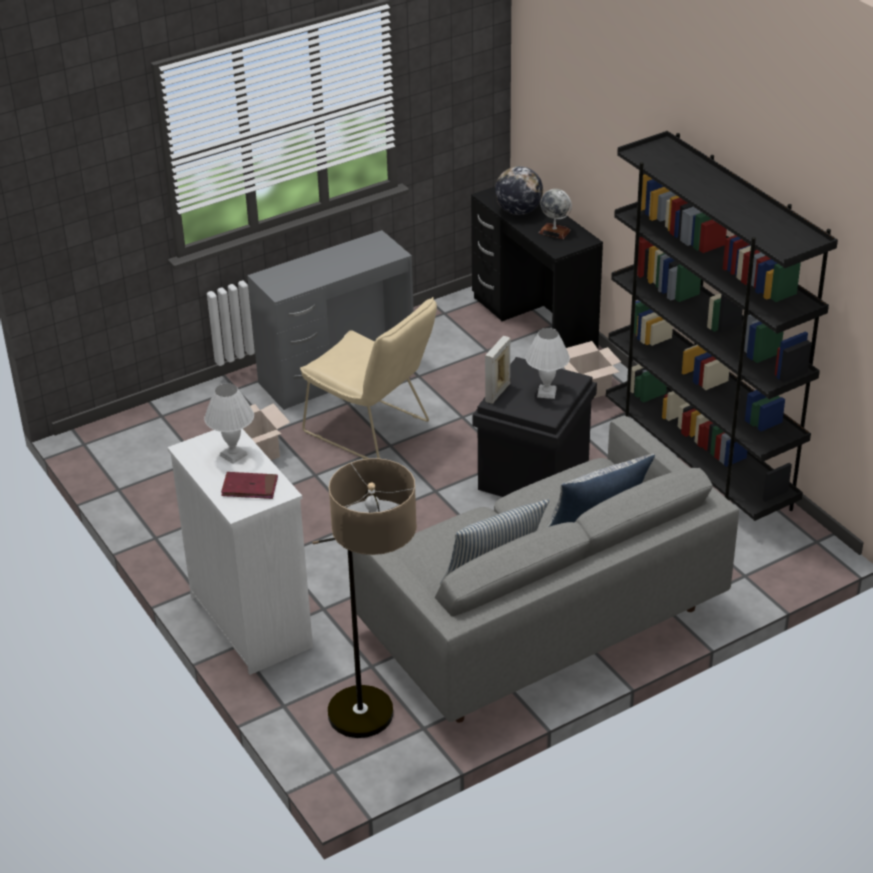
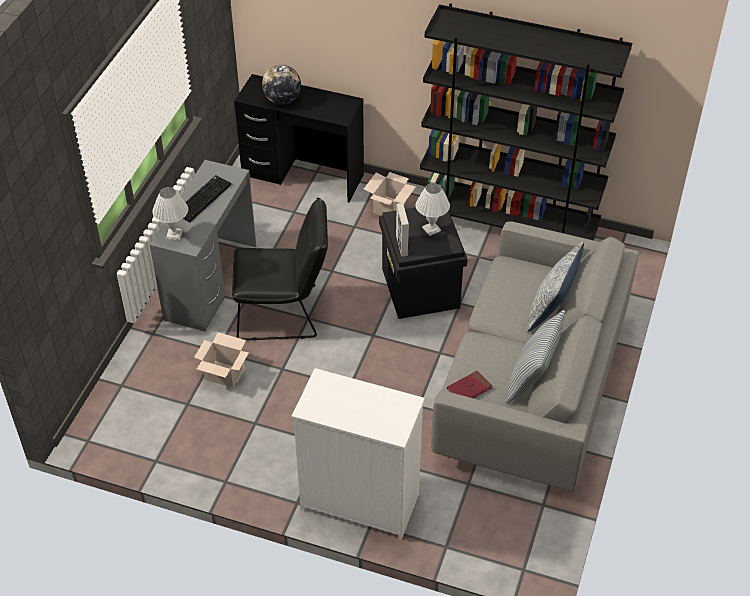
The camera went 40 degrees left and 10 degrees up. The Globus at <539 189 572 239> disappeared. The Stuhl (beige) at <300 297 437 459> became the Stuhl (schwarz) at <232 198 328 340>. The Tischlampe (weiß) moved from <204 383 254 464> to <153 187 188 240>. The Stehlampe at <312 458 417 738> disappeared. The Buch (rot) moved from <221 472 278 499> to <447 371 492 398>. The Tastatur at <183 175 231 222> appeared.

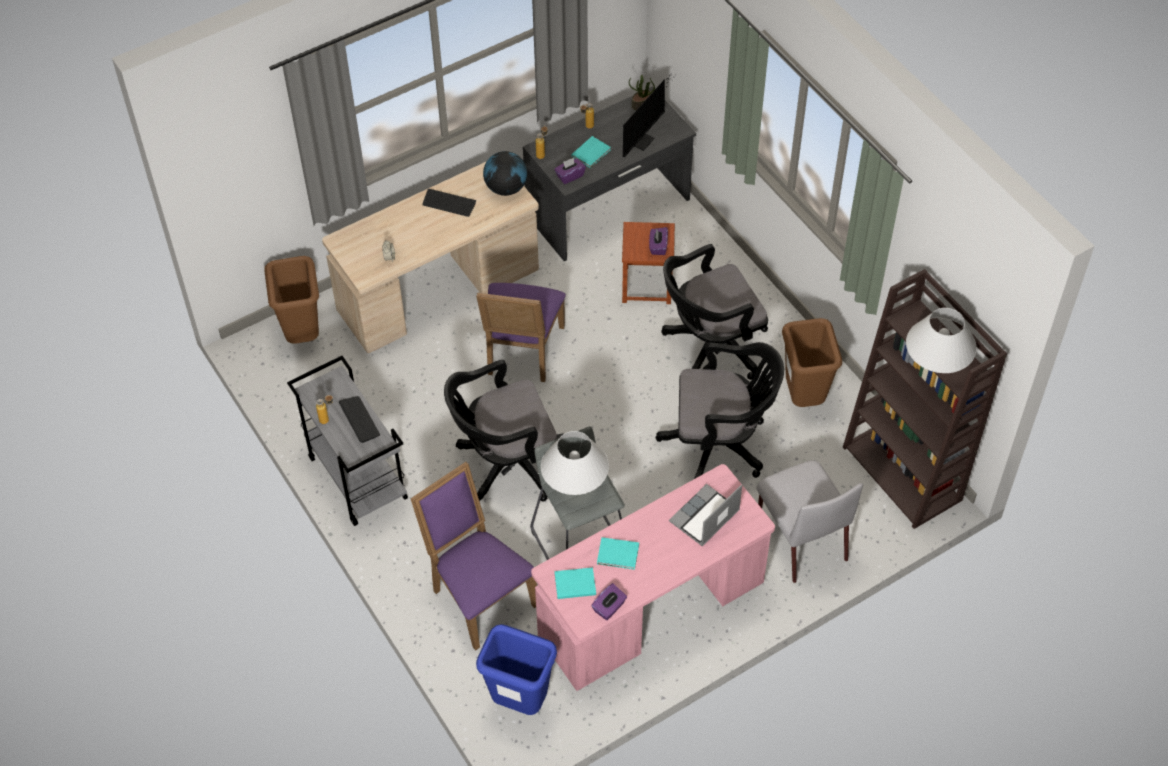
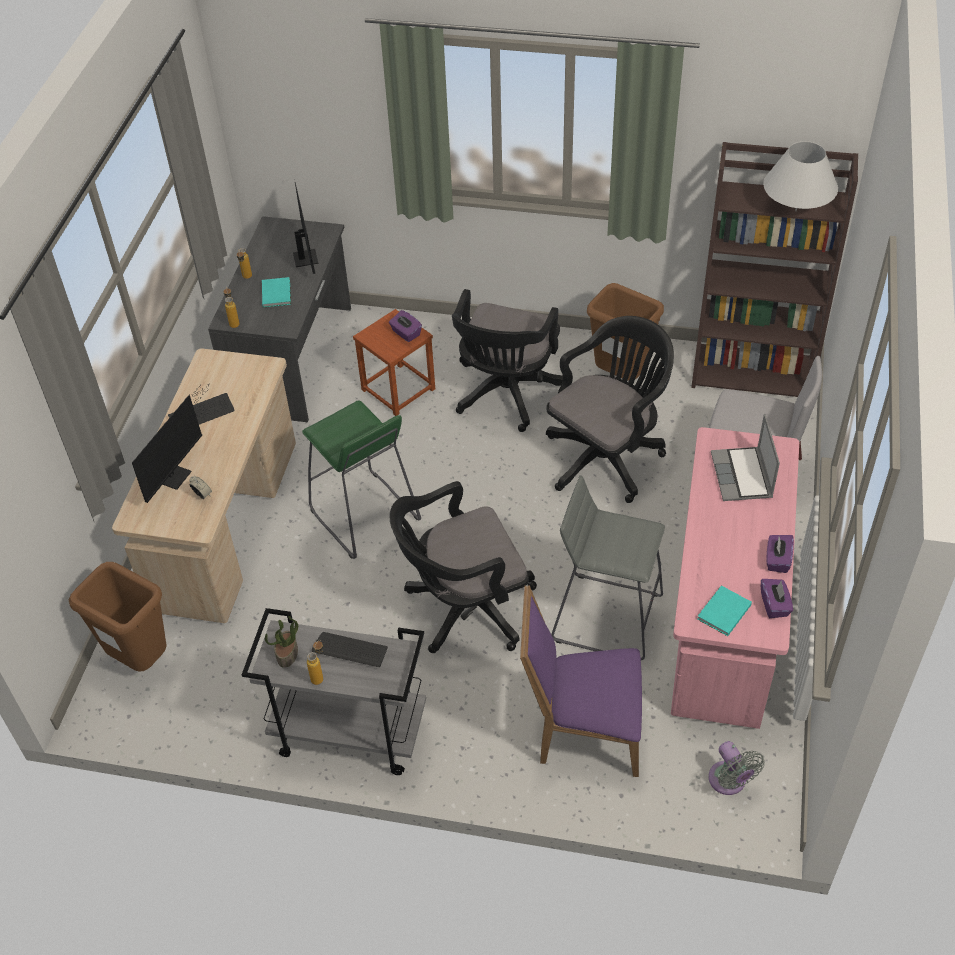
The camera went 45 degrees left and 5 degrees down. The Topfpflanze moved from <629 74 655 110> to <265 616 298 668>. The Globus at <483 151 527 196> disappeared. The Taschentuchbox (lila) moved from <554 158 586 184> to <766 535 794 573>. The Stuhl (lila) at <476 283 566 382> was replaced by the Hocker (grün) at <302 401 421 559>. The Bürostuhl (schwarz) at <444 360 563 502> turned 45 degrees clockwise. The Tischlampe (weiß) at <541 431 609 495> disappeared. The Buch (türkis) at <597 537 639 570> disappeared. The Mülleimer (blau) at <476 624 557 715> was replaced by the Ventilator (grau) at <708 741 764 795>. The Monitor at <132 384 210 503> appeared.

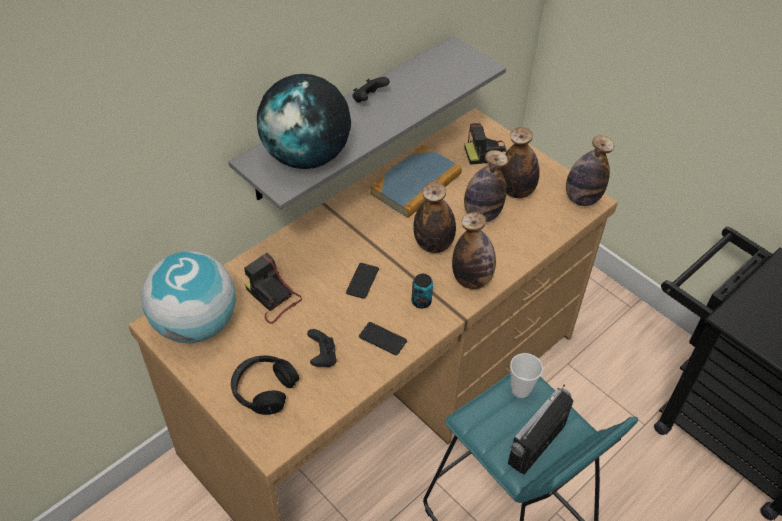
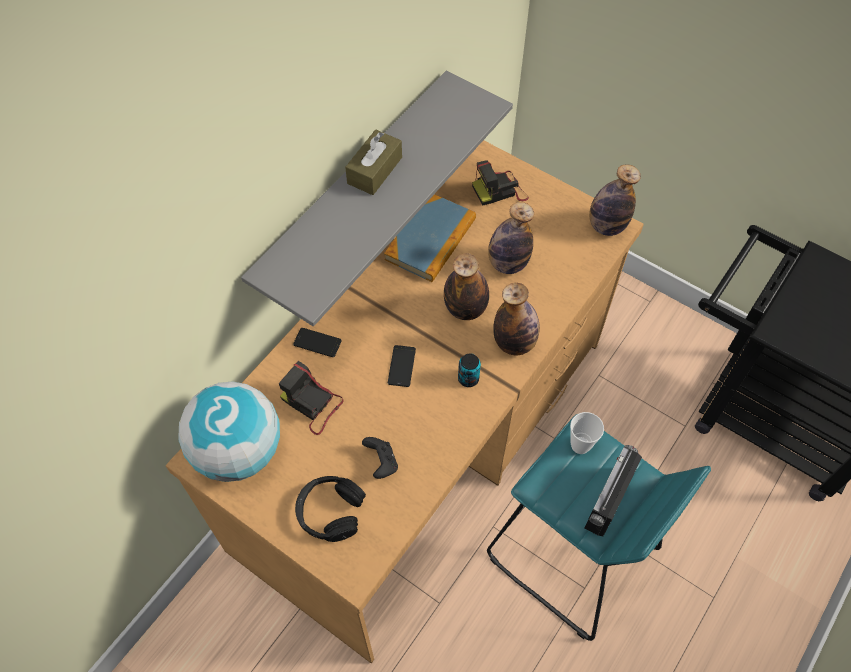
The camera went 10 degrees left and 10 degrees up. The Globus at <257 74 351 169> disappeared. The Gamepad (schwarz) at <352 77 390 103> was replaced by the Taschentuchbox (braun) at <345 130 402 195>. The Flasche at <500 127 540 198> disappeared. The Handy moved from <359 322 407 355> to <293 328 342 357>.

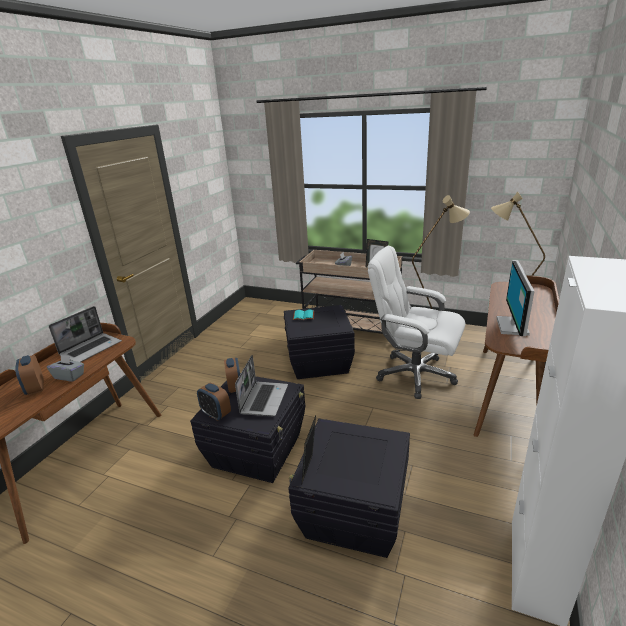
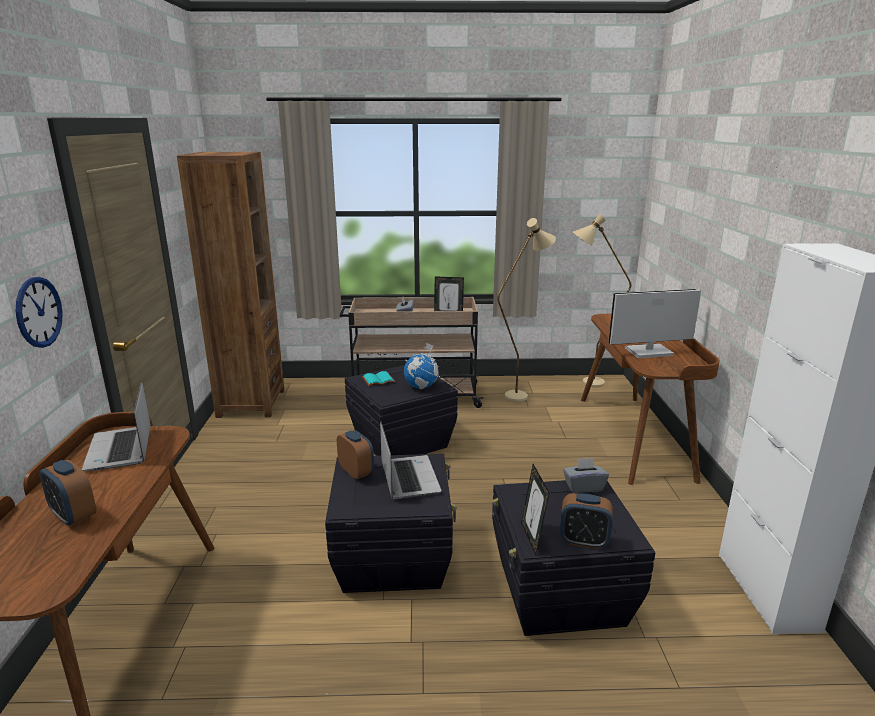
The camera went 25 degrees left and 5 degrees down. The Bürostuhl (weiß) at <367 246 465 399> disappeared. The Monitor at <496 260 535 336> turned 90 degrees clockwise. The Laptop at <49 306 122 362> turned 150 degrees clockwise. The Taschentuchbox (grau) moved from <47 355 84 382> to <563 458 609 493>. The Wecker moved from <197 383 231 421> to <560 493 613 549>. The Bücherregal (braun) at <177 152 284 418> appeared. The Wanduhr at <16 277 63 348> appeared. The Globus at <404 343 440 389> appeared.

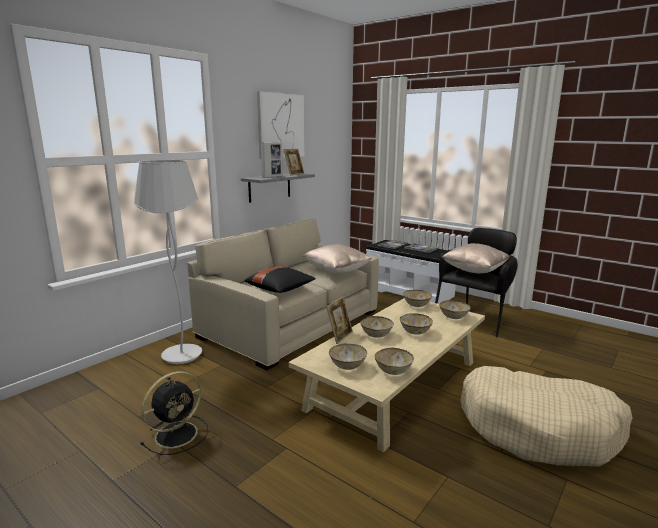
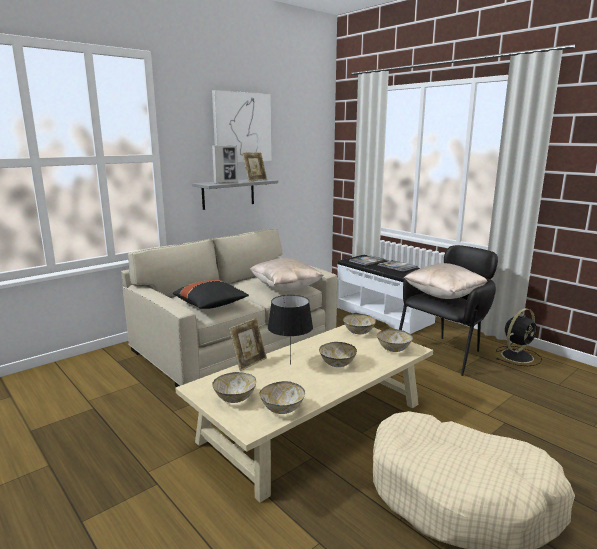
The camera went 10 degrees right and 0 degrees up. The Stehlampe (weiß) at <133 160 202 364> disappeared. The Schüssel at <360 316 394 338> was replaced by the Tischlampe (schwarz) at <268 295 313 364>. The Ventilator (schwarz) moved from <141 371 208 455> to <496 308 542 366>.

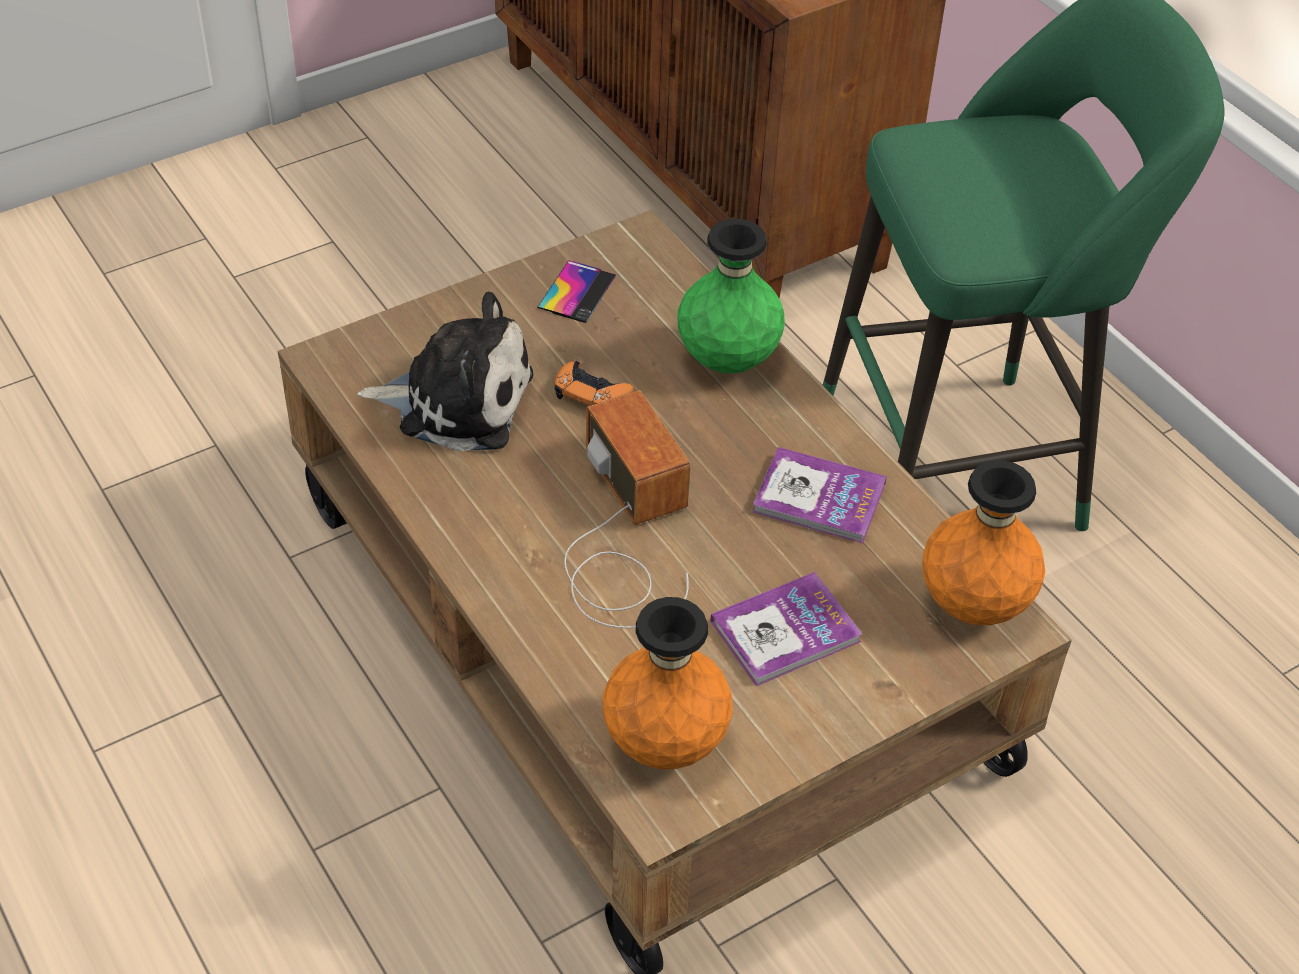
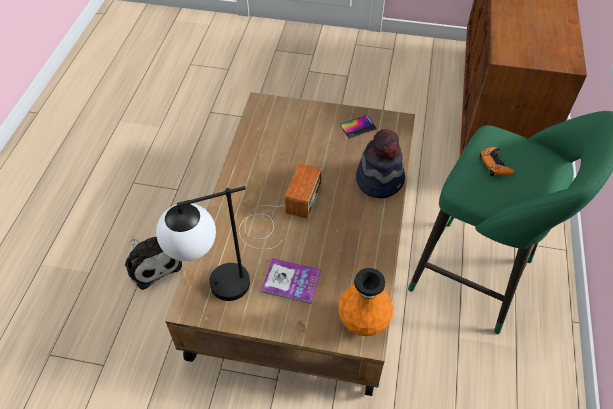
The camera went 45 degrees right and 5 degrees up. The Vase (grün) at <677 219 785 373> was replaced by the Hut at <356 129 405 198>. The Plüschtier moved from <358 292 534 451> to <125 237 182 290>. The Gamepad (orange) moved from <554 361 633 406> to <479 147 514 176>. The Buch at <752 447 887 543> disappeared. The Vase (orange) at <603 597 733 769> was replaced by the Tischlampe at <156 186 250 301>.

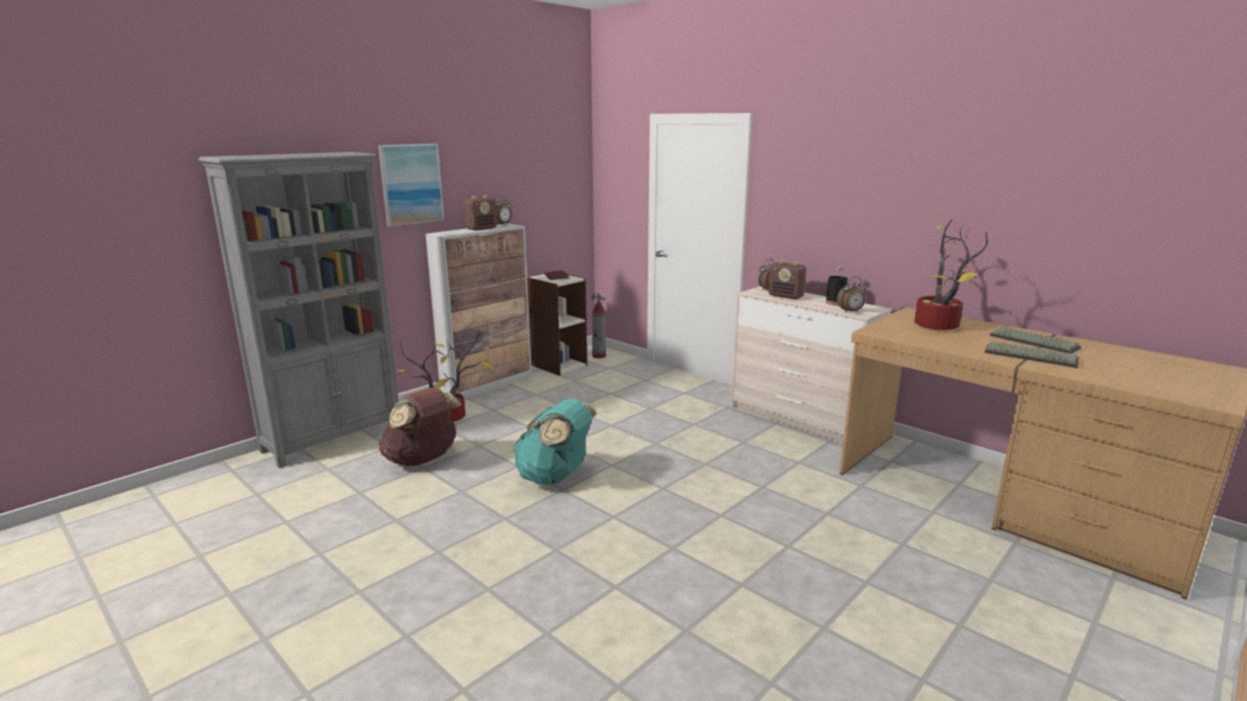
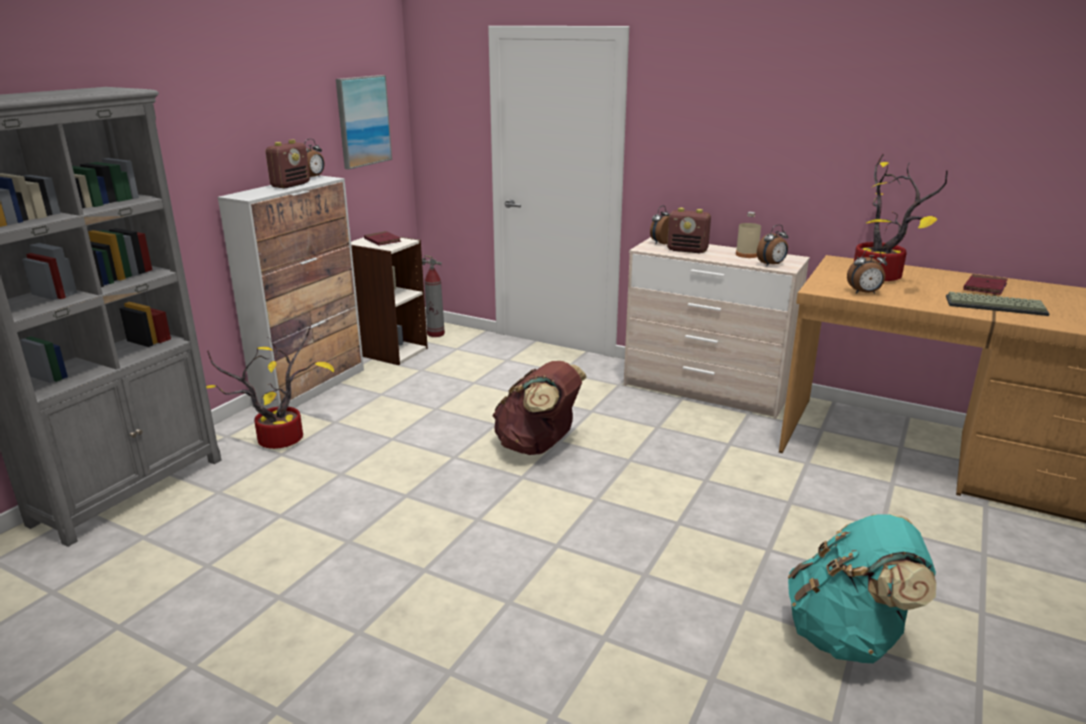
The camera went 15 degrees left and 5 degrees up. The Bild moved from <378 144 444 227> to <336 75 392 170>. The Flasche (schwarz) at <826 266 848 306> became the Flasche (beige) at <736 212 761 258>. The Tastatur at <989 327 1081 354> was replaced by the Buch (rot) at <963 274 1008 295>. The Rucksack (braun) moved from <379 388 462 466> to <493 361 587 455>. The Rucksack (türkis) moved from <513 399 597 485> to <788 514 936 663>. The Wecker at <847 248 887 294> appeared.

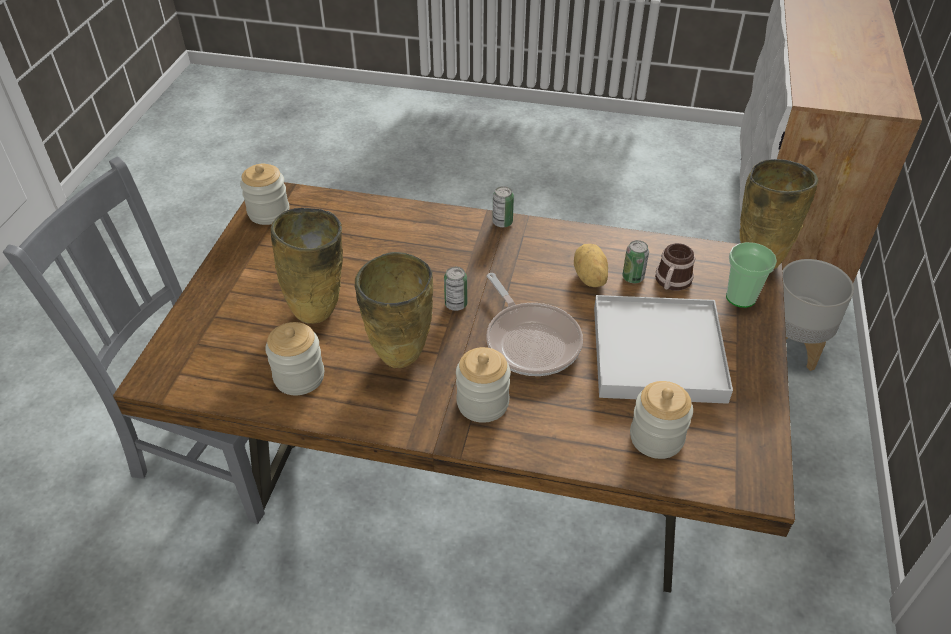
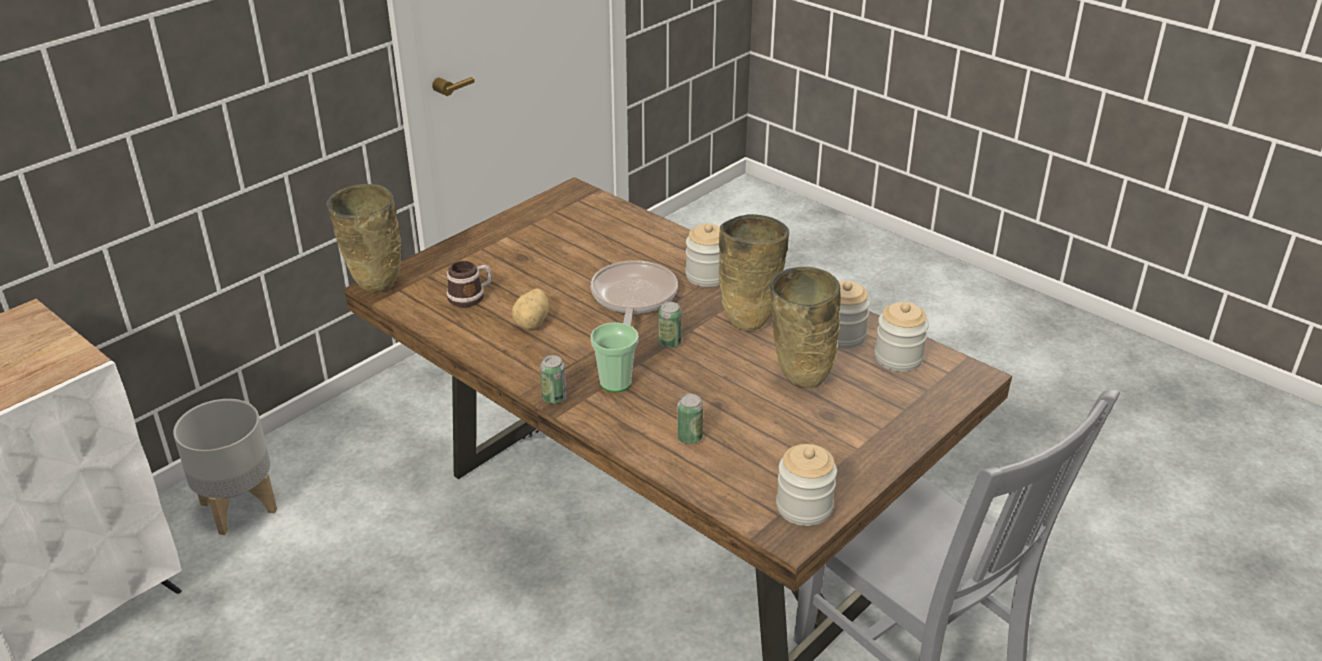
The camera went 150 degrees left and 10 degrees down. The Dose moved from <622 240 649 283> to <677 394 703 444>. The Tasse moved from <726 242 777 308> to <590 322 639 392>. The Tablett (weiß) at <594 295 733 404> disappeared. The Vorratsglas moved from <630 381 693 459> to <875 302 929 372>.

